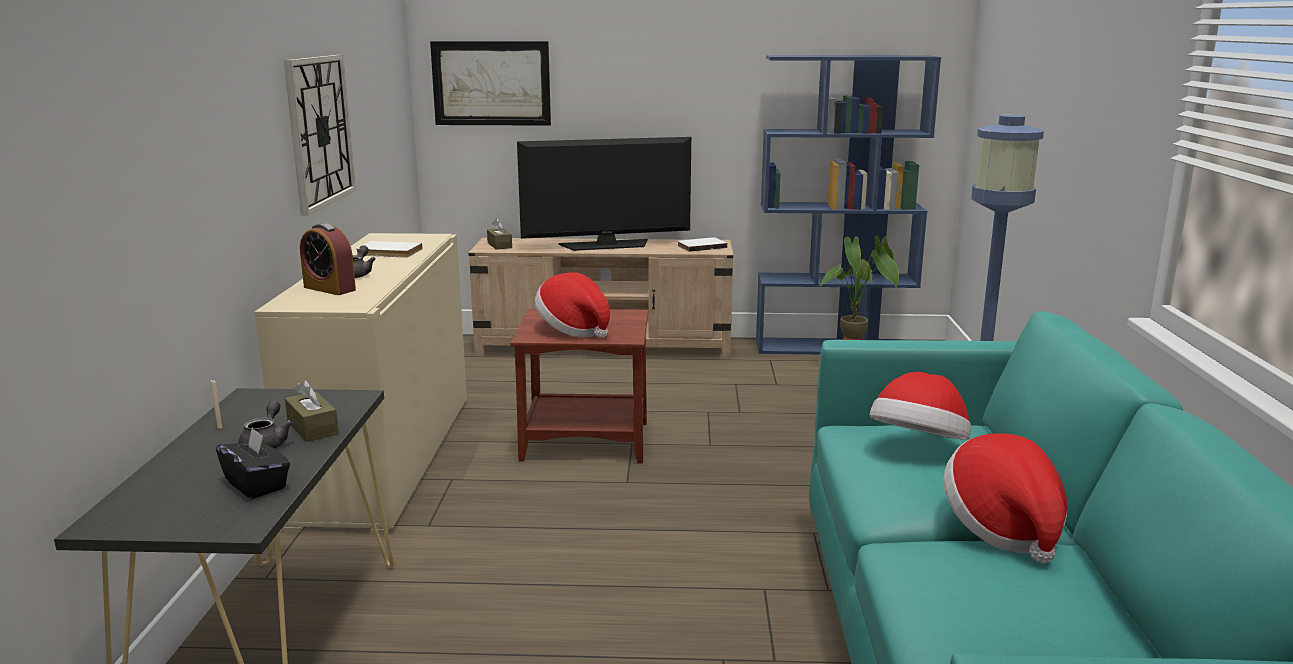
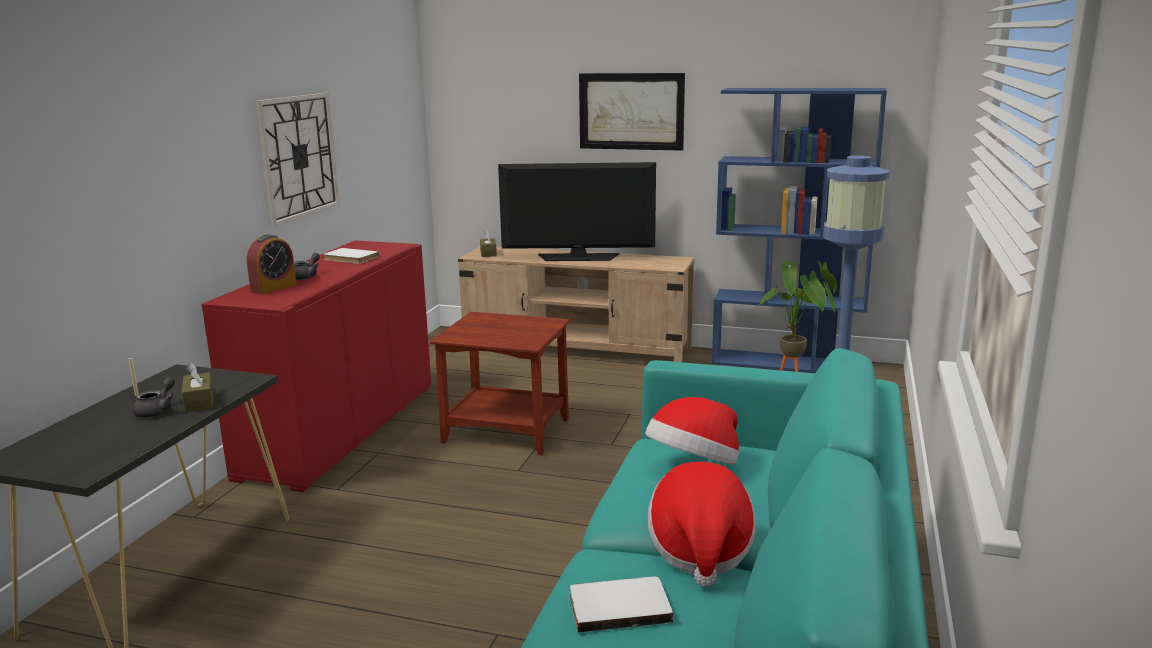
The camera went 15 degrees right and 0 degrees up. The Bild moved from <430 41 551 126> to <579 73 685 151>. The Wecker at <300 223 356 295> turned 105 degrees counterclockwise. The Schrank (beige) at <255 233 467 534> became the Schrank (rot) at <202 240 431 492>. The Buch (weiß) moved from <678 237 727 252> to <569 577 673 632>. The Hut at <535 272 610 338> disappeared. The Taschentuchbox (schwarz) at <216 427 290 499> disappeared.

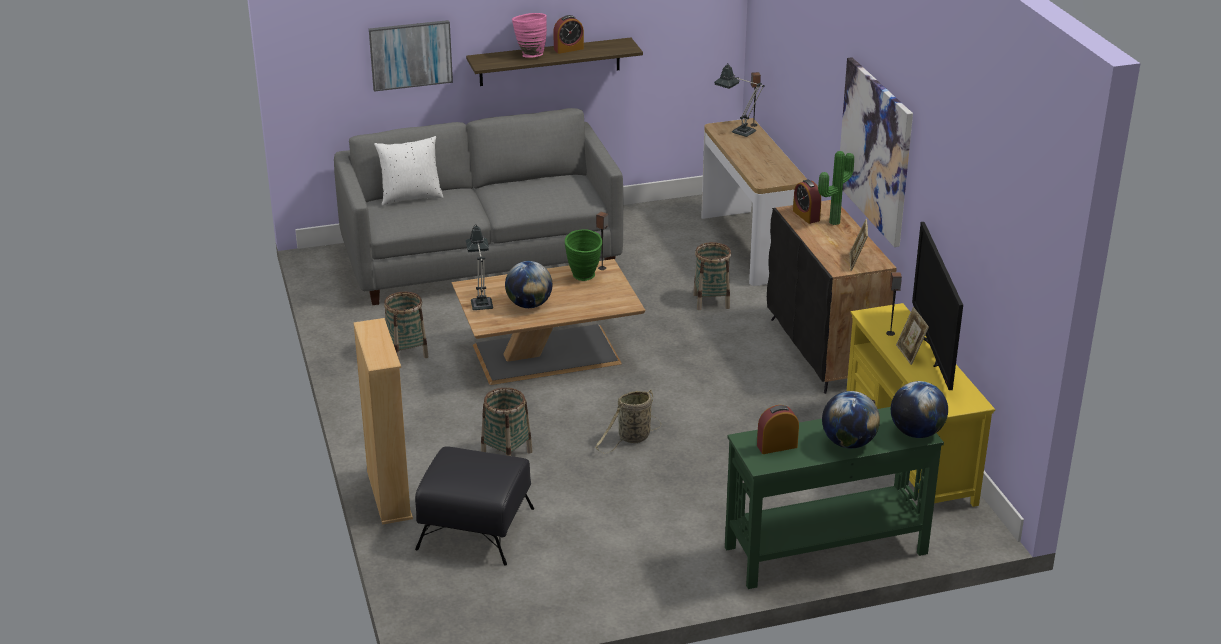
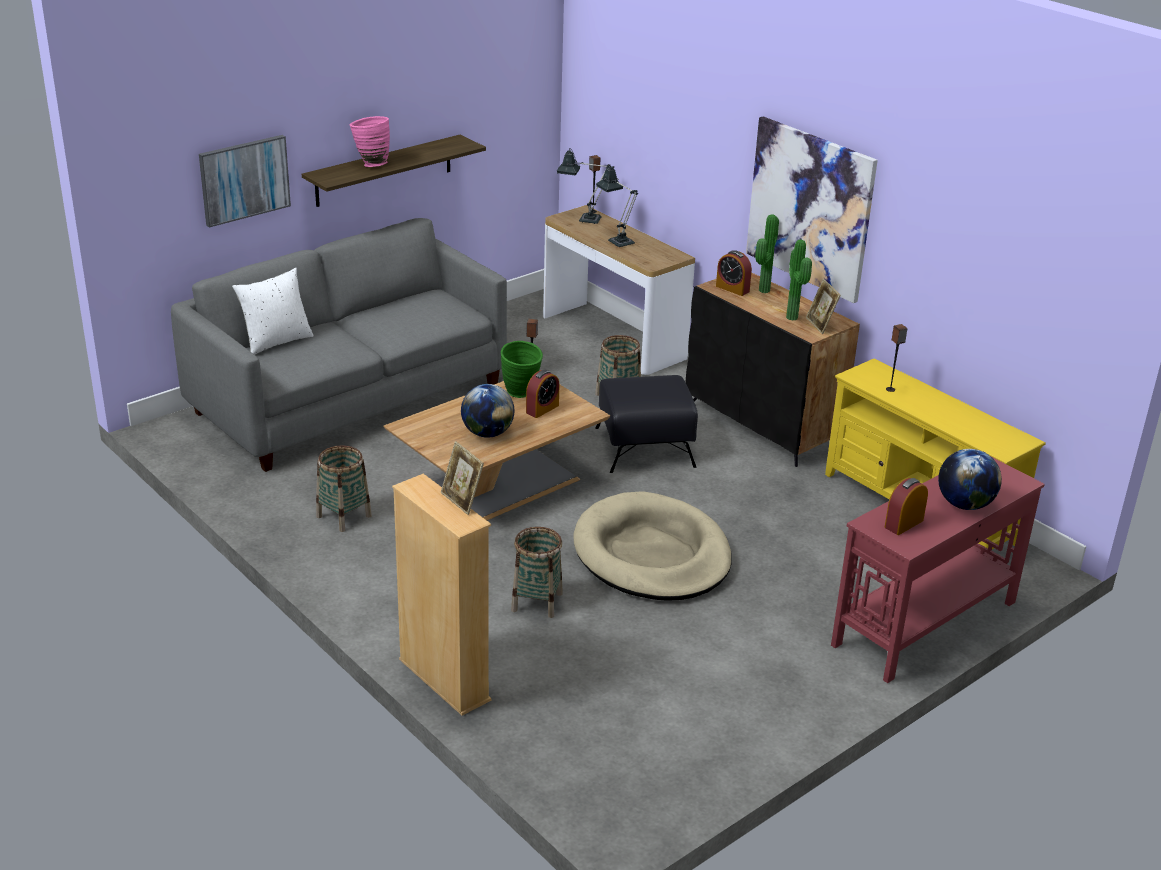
The camera went 25 degrees left and 0 degrees up. The Wecker moved from <553 15 584 54> to <526 370 559 418>. The Fernseher at <912 222 963 390> disappeared. The Tischlampe moved from <466 224 493 310> to <596 164 638 247>. The Bilderrahmen moved from <896 307 929 365> to <441 441 484 515>. The Globus at <891 381 948 438> disappeared. The Korb at <595 389 661 453> was replaced by the Hundebett (beige) at <573 491 732 601>. The Konsolentisch (grün) at <725 407 944 589> became the Konsolentisch (rot) at <831 457 1045 683>. The Polsterhocker (schwarz) moved from <415 446 534 565> to <595 375 698 473>. The Topfpflanze at <786 240 812 321> appeared.

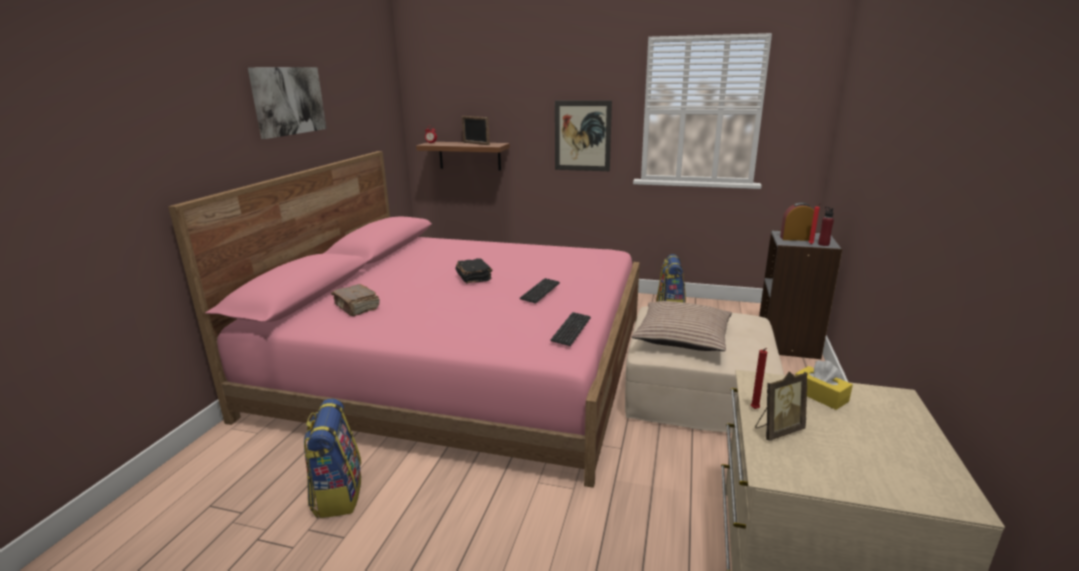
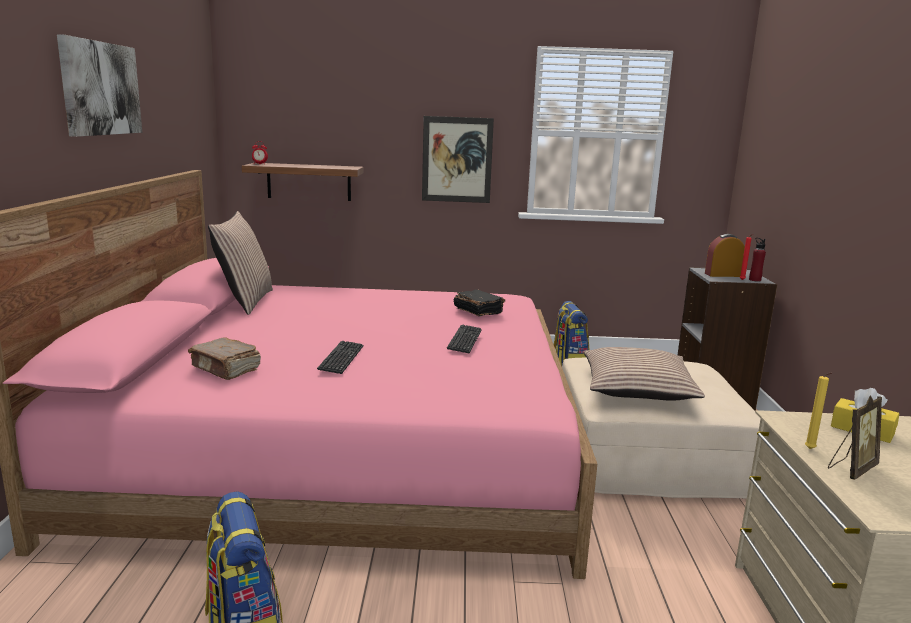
The camera went 15 degrees left and 5 degrees down. The Bilderrahmen at <462 116 490 145> disappeared. The Buch (schwarz) moved from <456 258 492 283> to <454 289 505 316>. The Tastatur moved from <550 312 591 346> to <317 341 363 374>. The Kerze (rot) at <751 348 767 409> became the Kerze (gelb) at <805 372 832 449>. The Kissen at <208 211 273 315> appeared.

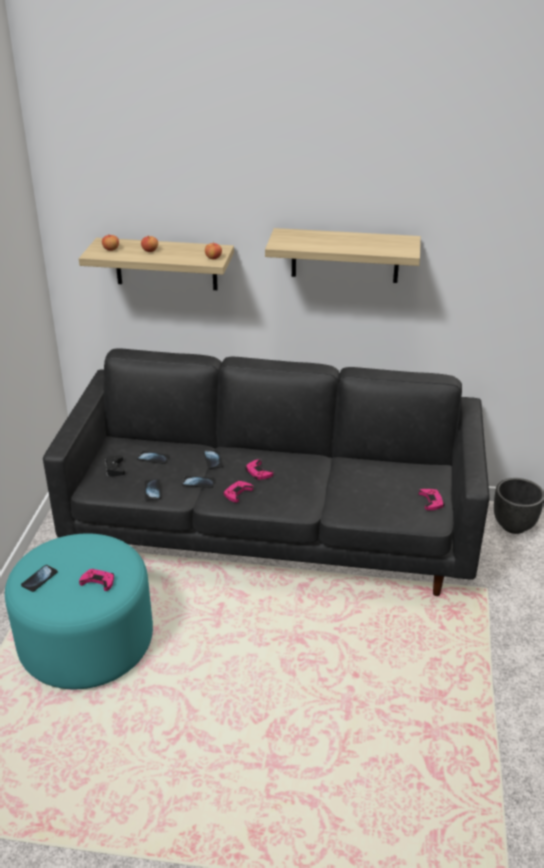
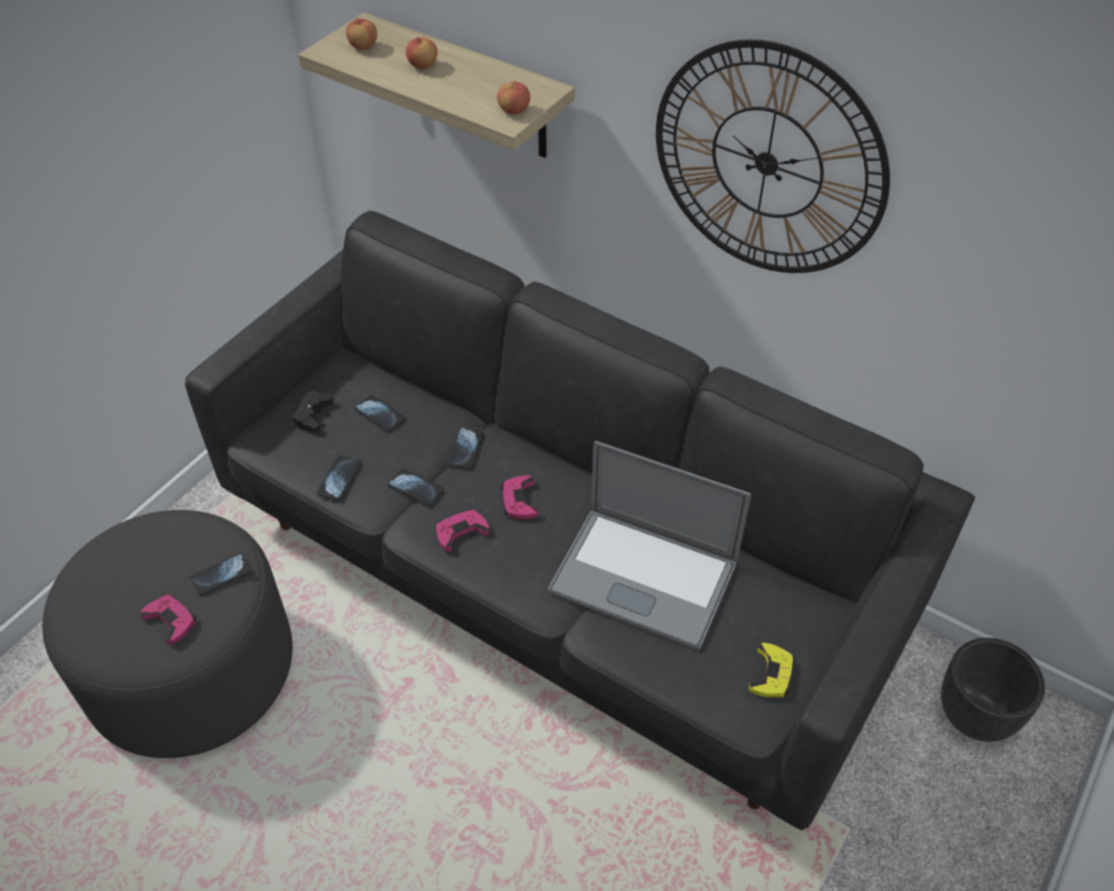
The camera went 25 degrees right and 15 degrees up. The Wandregal at <265 228 421 283> was replaced by the Wanduhr at <656 39 890 273>. The Gamepad (rosa) at <419 489 445 510> became the Gamepad (gelb) at <749 643 795 697>. The Polsterhocker (türkis) at <5 534 153 689> became the Polsterhocker (grau) at <42 510 293 758>. The Handy moved from <21 565 58 592> to <190 553 252 596>. The Laptop at <548 441 751 650> appeared.

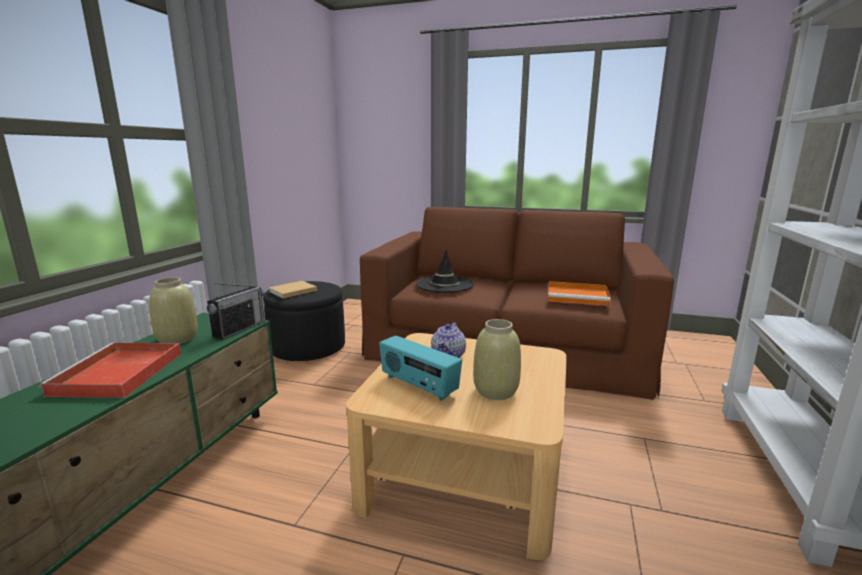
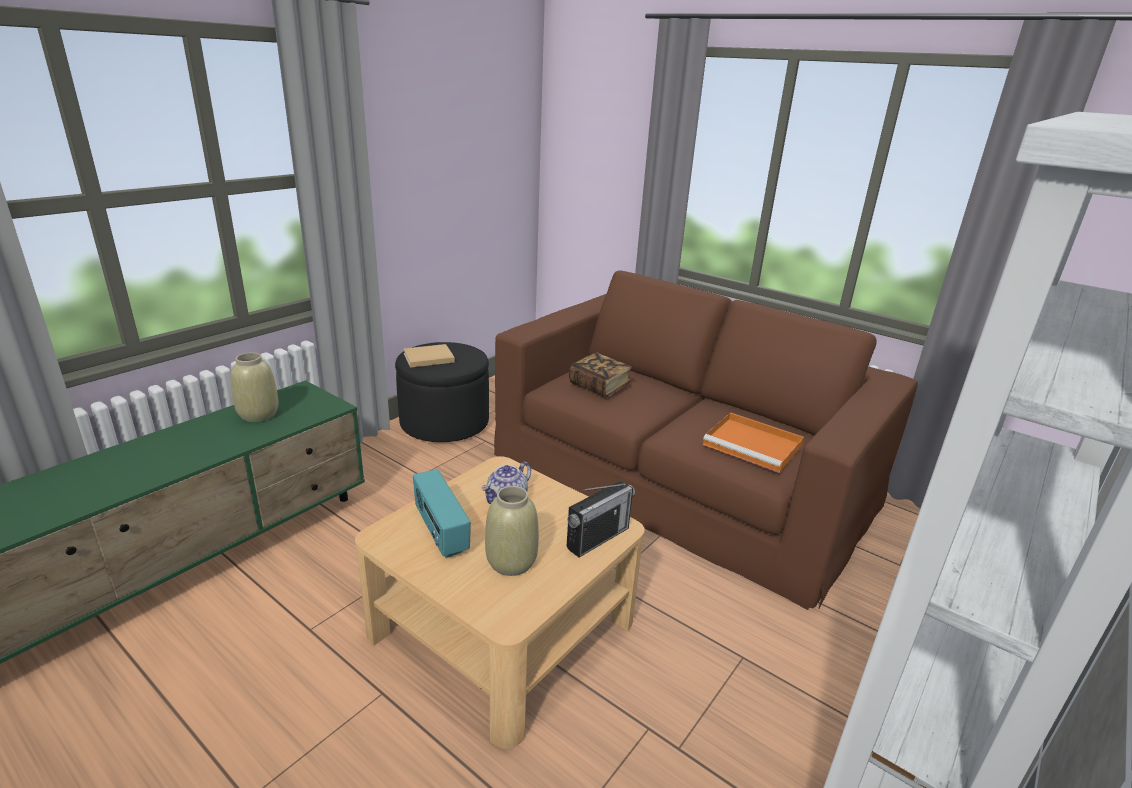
The camera went 20 degrees right and 10 degrees up. The Hut (schwarz) at <416 250 474 293> was replaced by the Buch at <569 352 632 398>. The Radio moved from <207 283 265 340> to <567 482 635 557>. The Tablett (rot) at <38 343 181 398> disappeared.

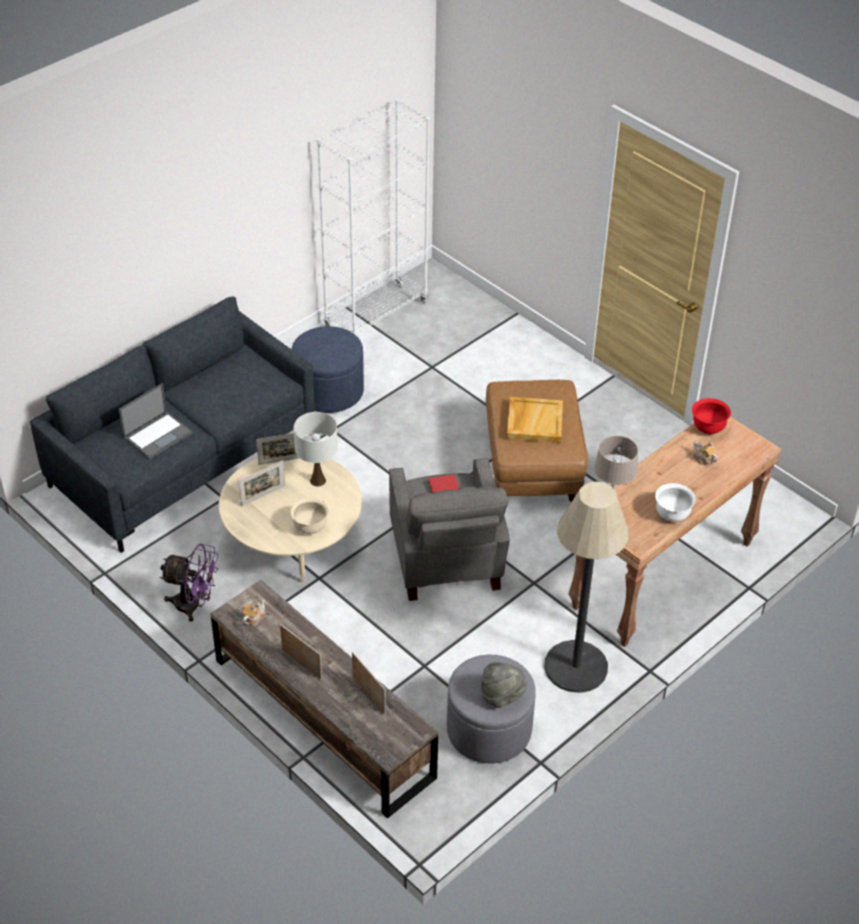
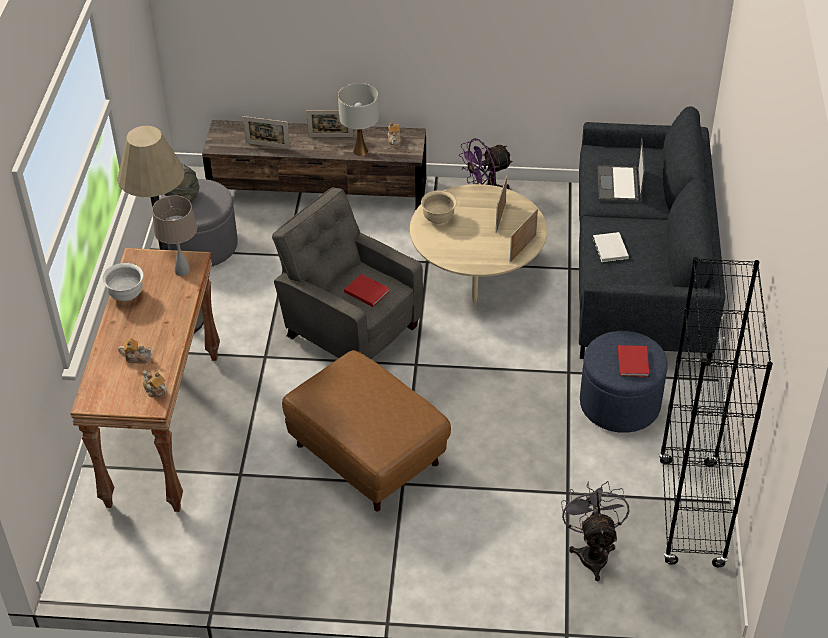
The camera went 140 degrees right and 0 degrees up. The Bücherregal (weiß) at <317 99 430 335> became the Bücherregal (schwarz) at <659 257 773 567>. The Tablett (beige) at <507 397 563 443> disappeared. The Schüssel (rot) at <692 398 731 434> was replaced by the Teekanne at <142 371 167 398>. The Tischlampe (weiß) moved from <294 412 338 486> to <338 83 379 156>. The Buch (weiß) at <593 232 629 262> appeared. The Buch (rot) at <618 345 649 377> appeared. The Ventilator (grau) at <561 481 629 581> appeared.

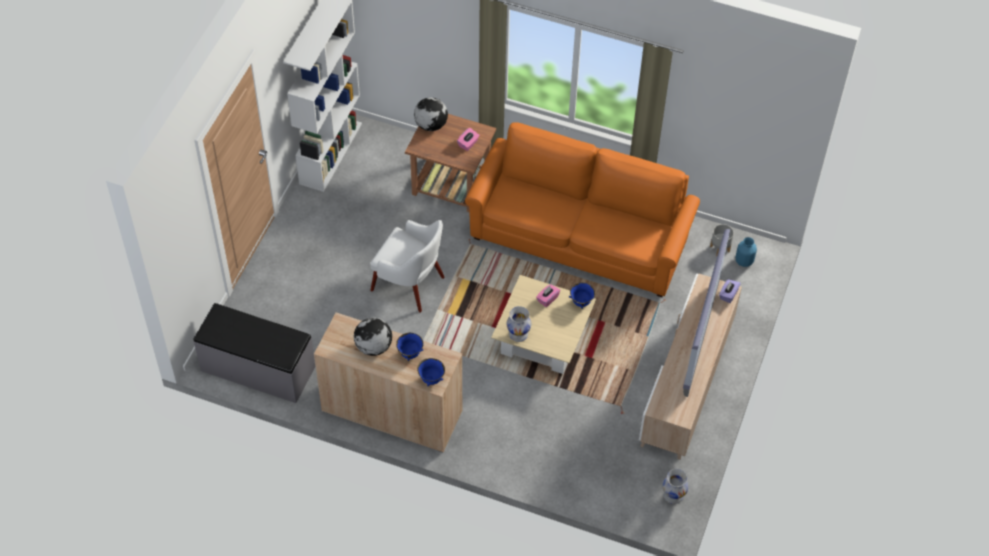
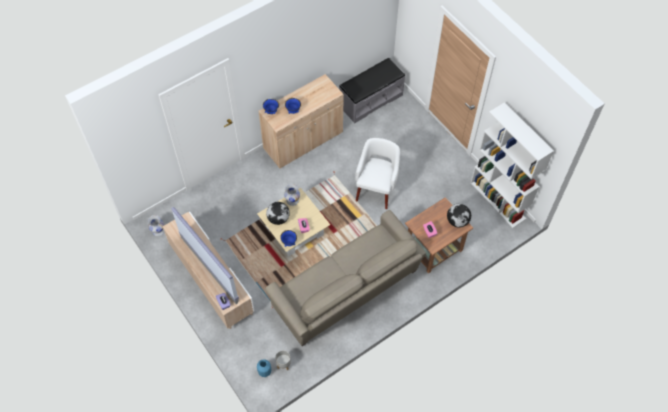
The camera went 125 degrees right and 5 degrees up. The Sofa (orange) at <465 122 700 297> became the Sofa (beige) at <265 210 426 346>. The Sessel (weiß) at <370 220 445 313> turned 135 degrees clockwise. The Globus moved from <354 318 392 356> to <266 202 290 225>.

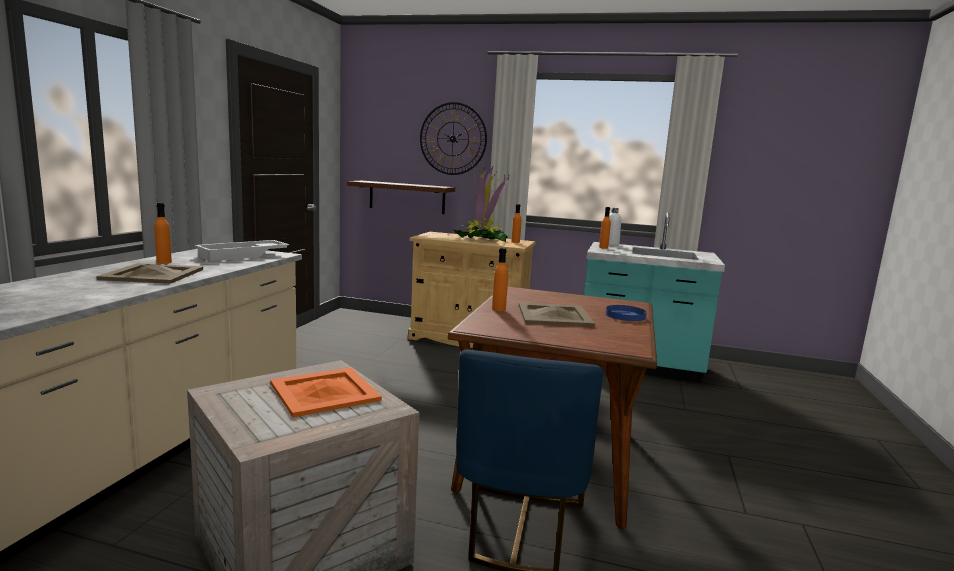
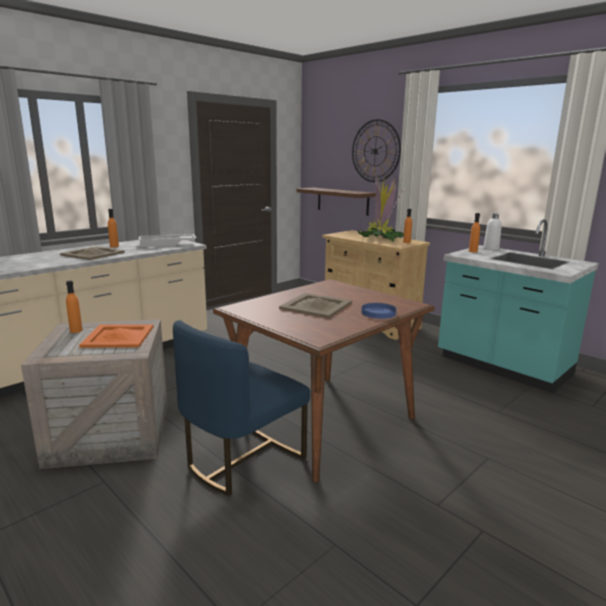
The camera went 30 degrees right and 5 degrees up. The Flasche (orange) moved from <492 248 508 311> to <66 281 82 333>.

